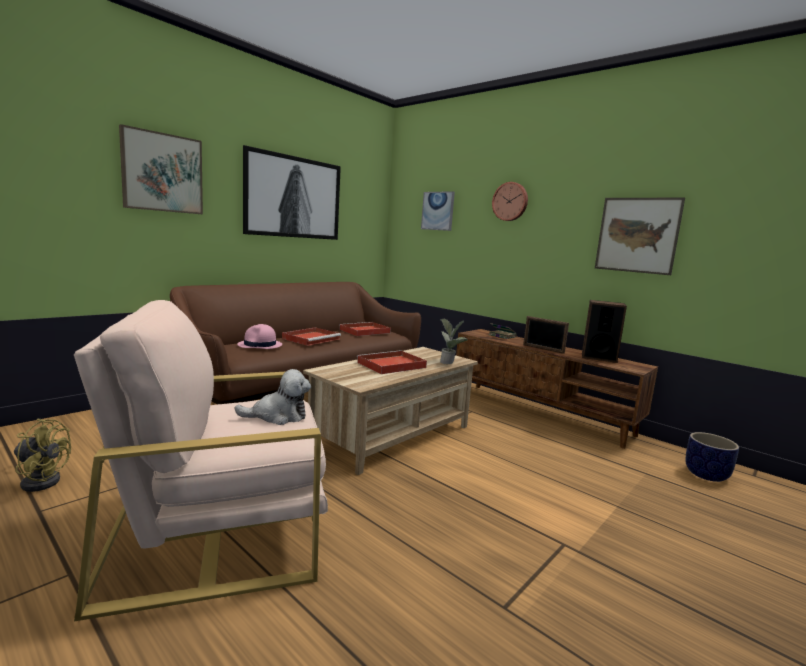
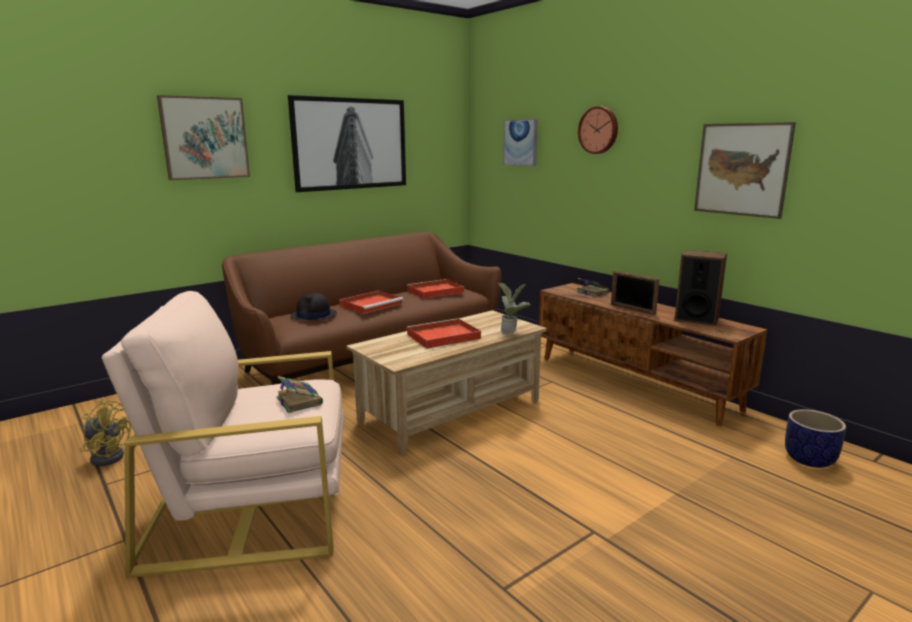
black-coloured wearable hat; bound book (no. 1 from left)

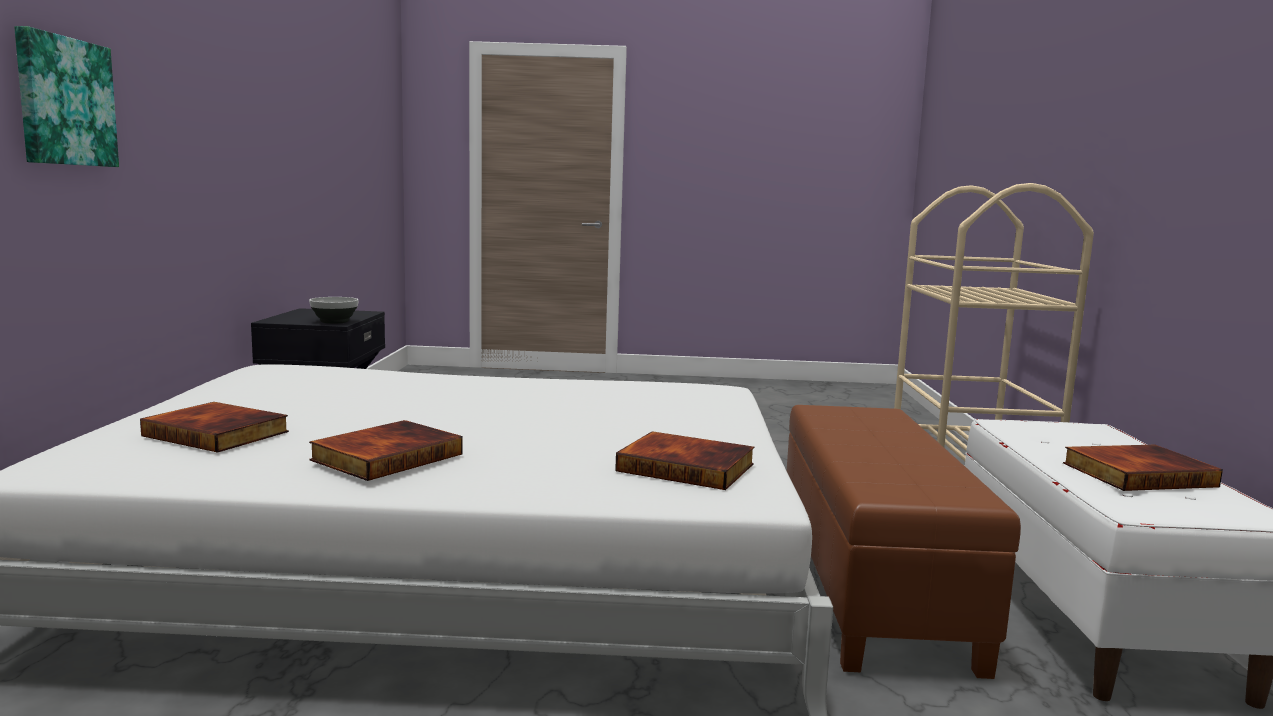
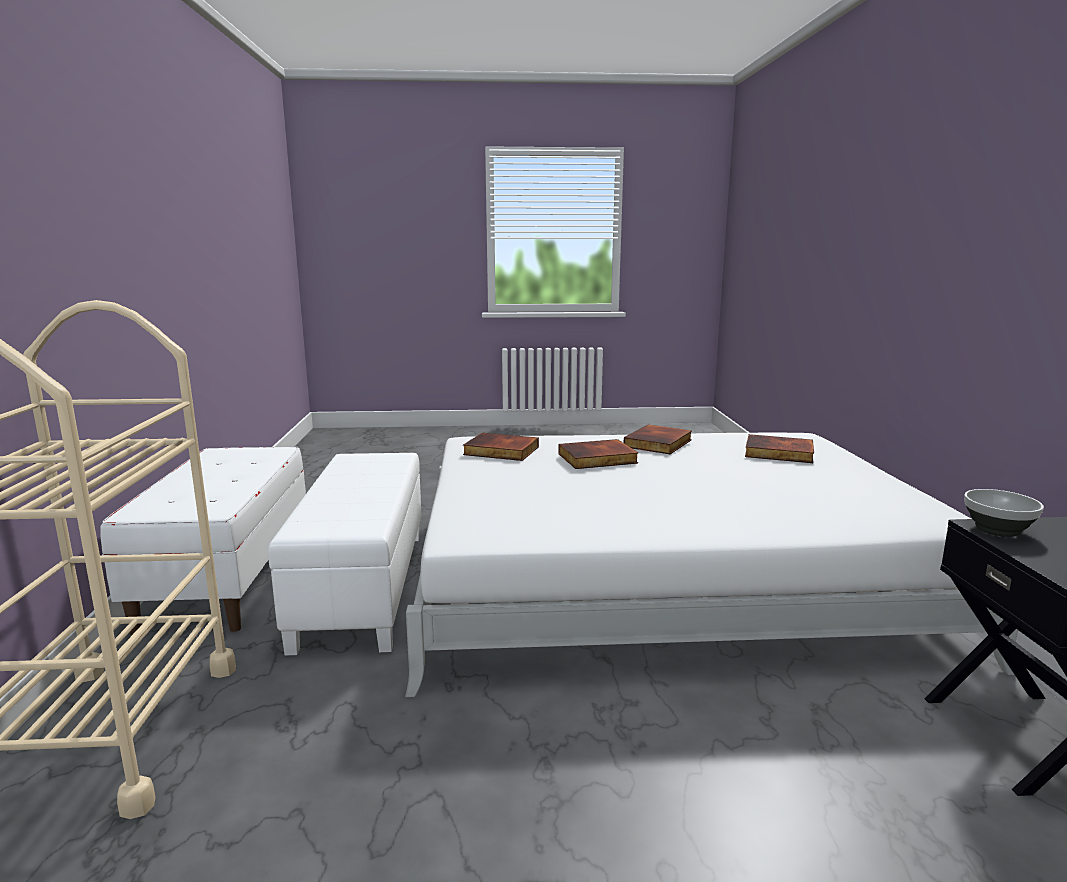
wall art; white-coloured pouffe; bound book (no. 2 from left)

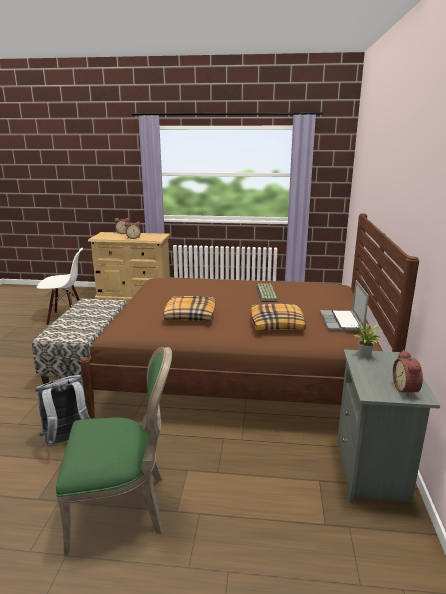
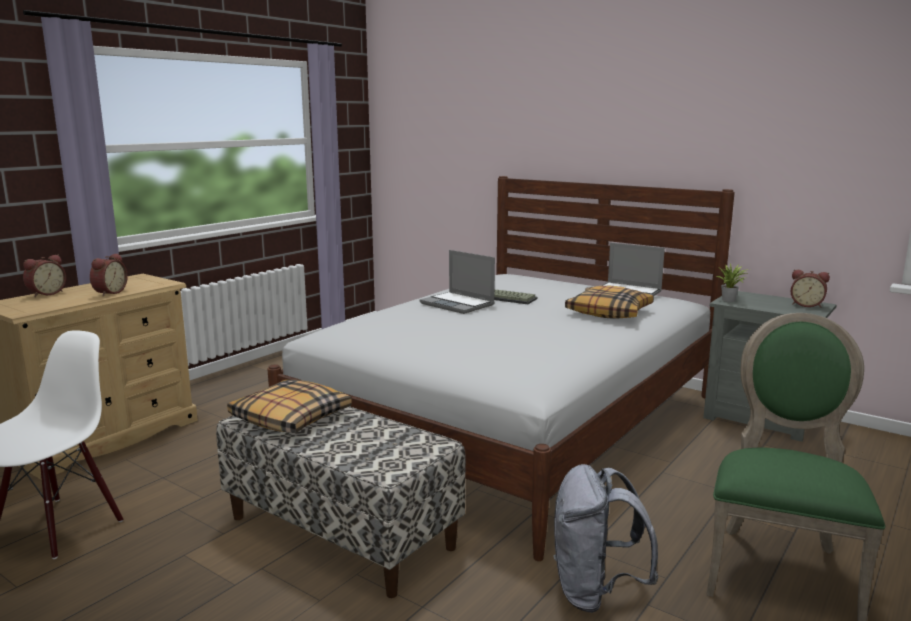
white-coloured sleeping bed; cushion (no. 1 from left); portable computer (no. 1 from left)

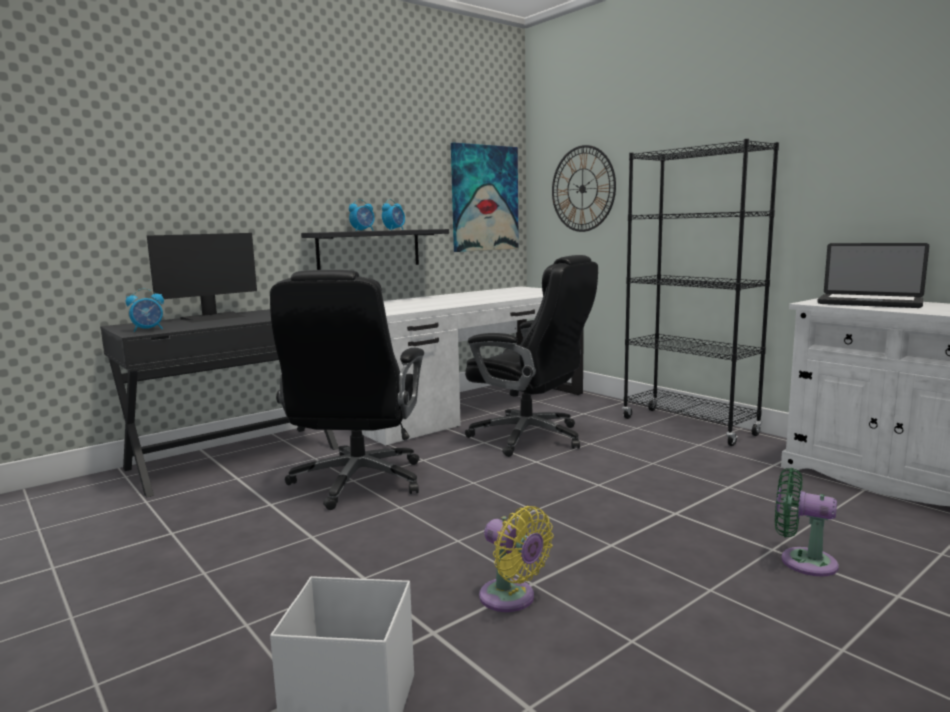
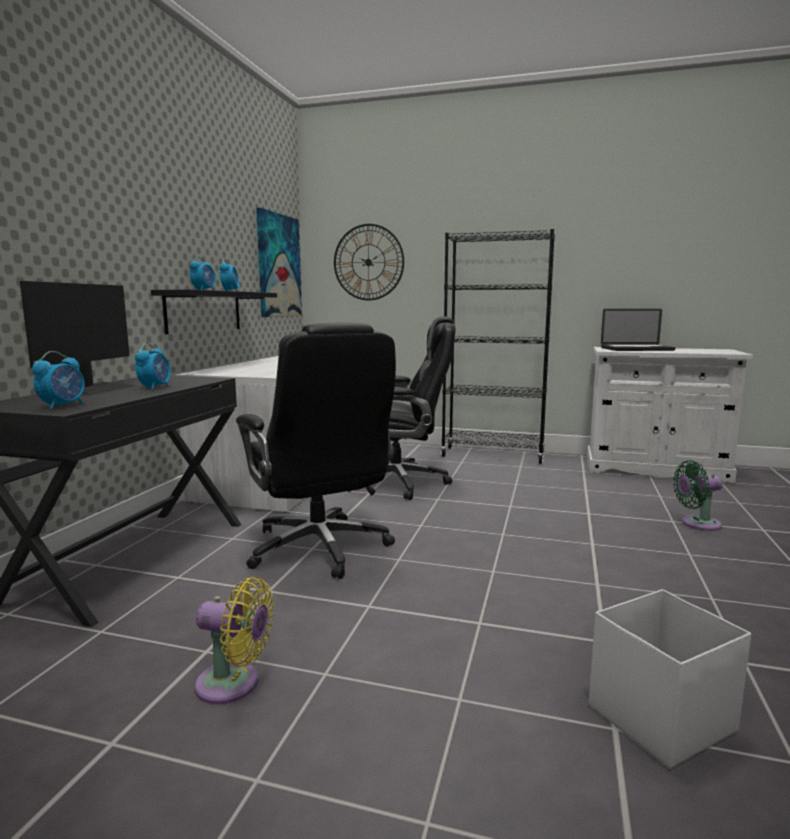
yellowish cooling fan; bedside clock (no. 2 from left)

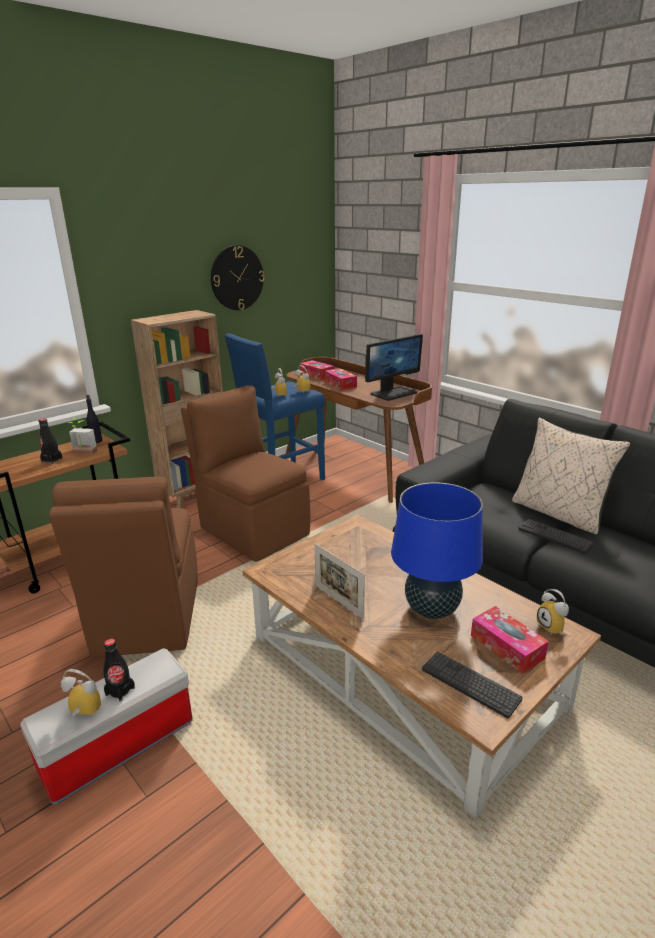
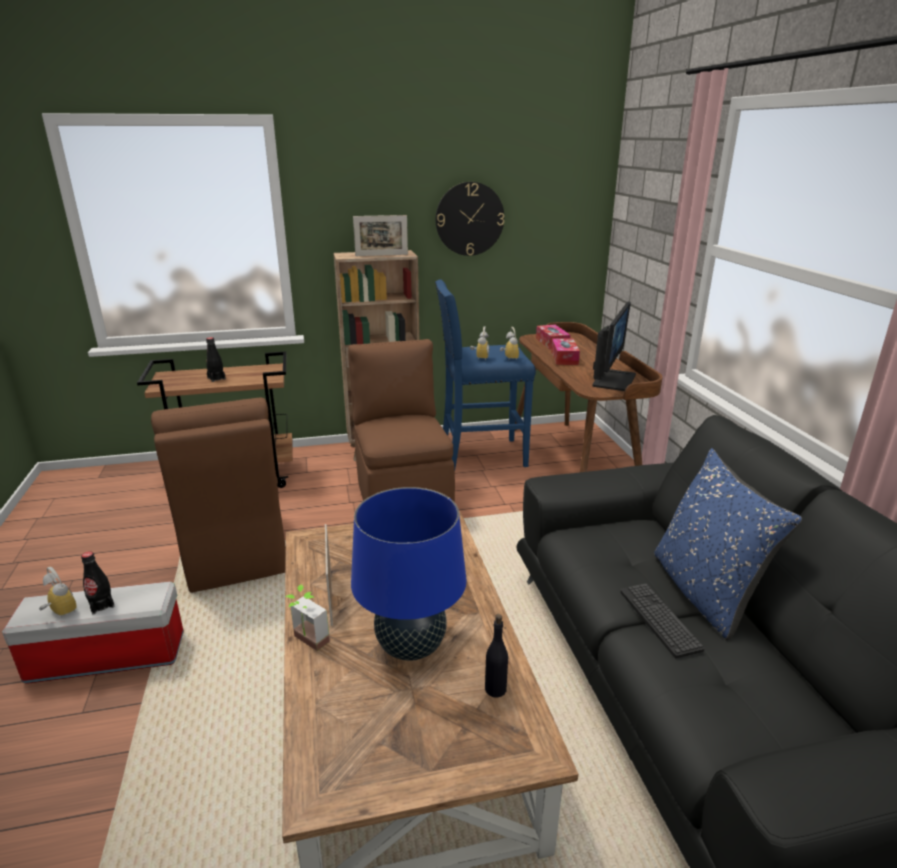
monitor; black-coloured bottle (no. 3 from left); plant in a pot; bluish cushion; brownish upright chair (no. 1 from left); bedside clock (no. 4 from left in the first image); tissue box (no. 3 from left in the first image); computer keyboard (no. 1 from left in the first image); photo frame (no. 2 from left)

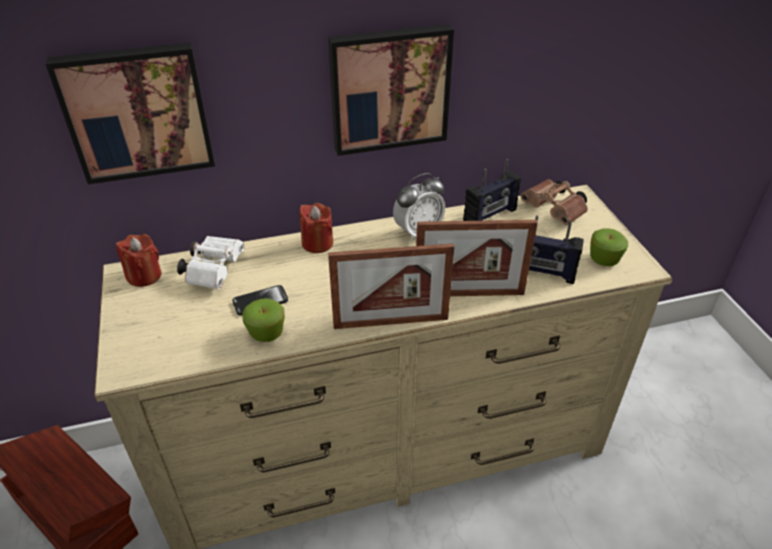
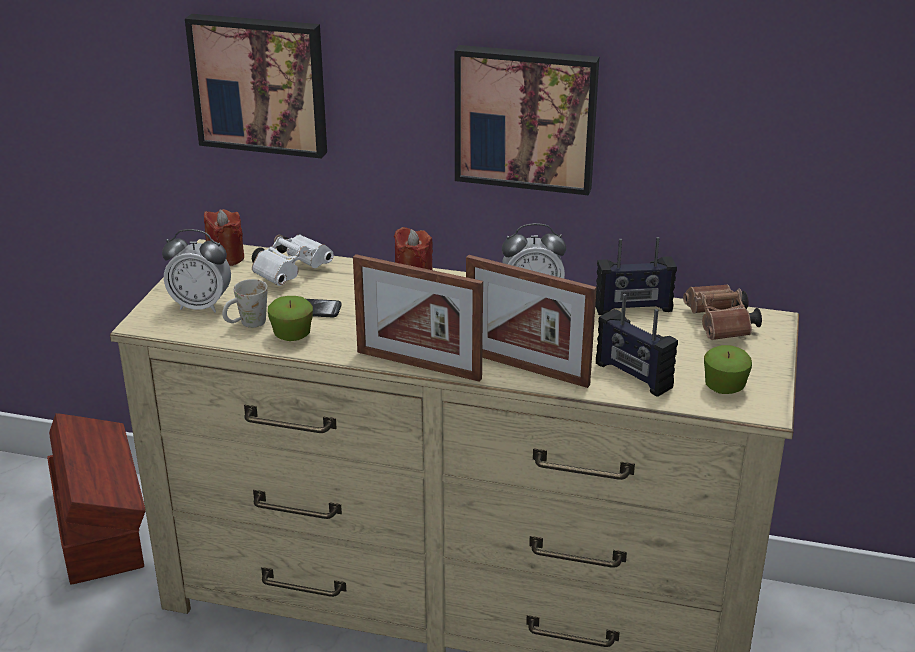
bedside clock (no. 1 from left); white-coloured coffee mug

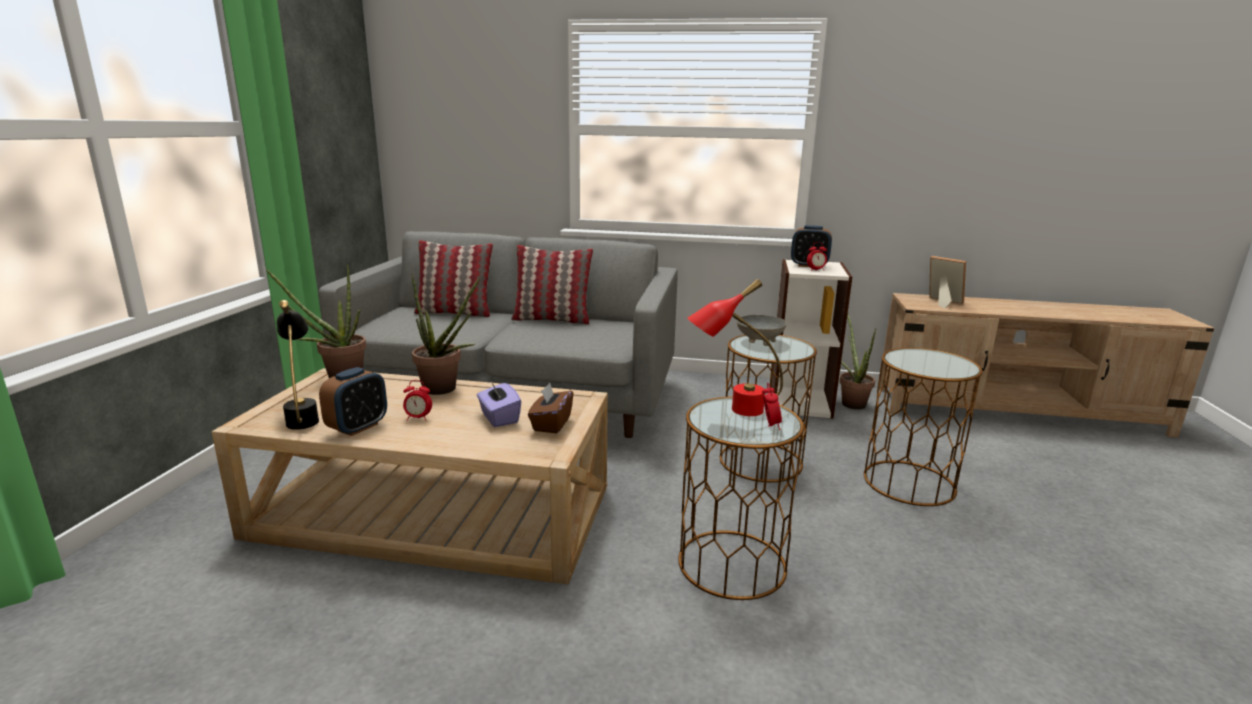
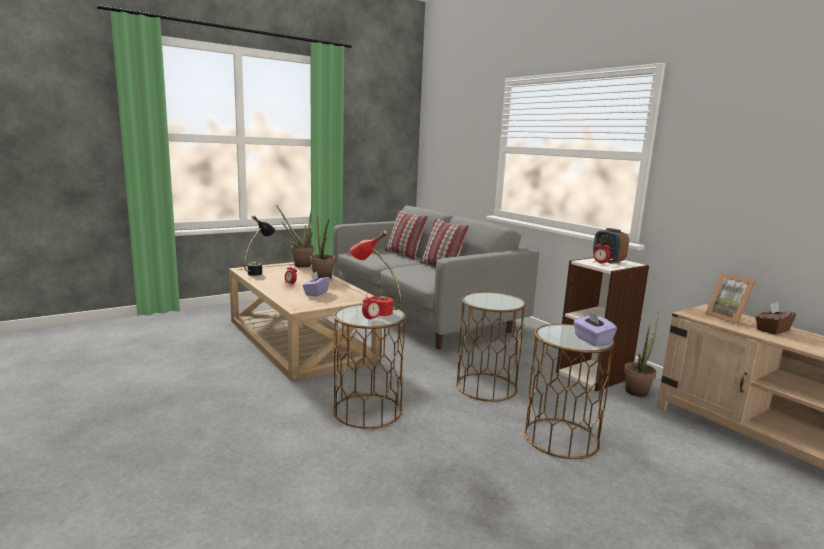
photo frame; greyish serving bowl; bedside clock (no. 1 from left in the first image); brownish tissue box; purplish tissue box (no. 2 from left)

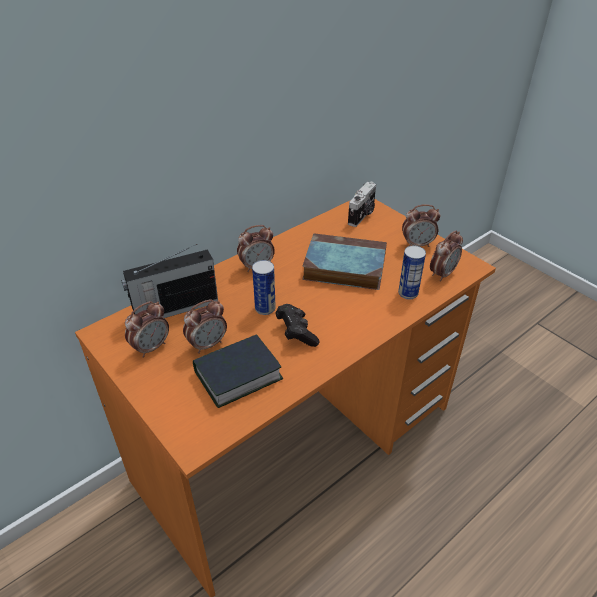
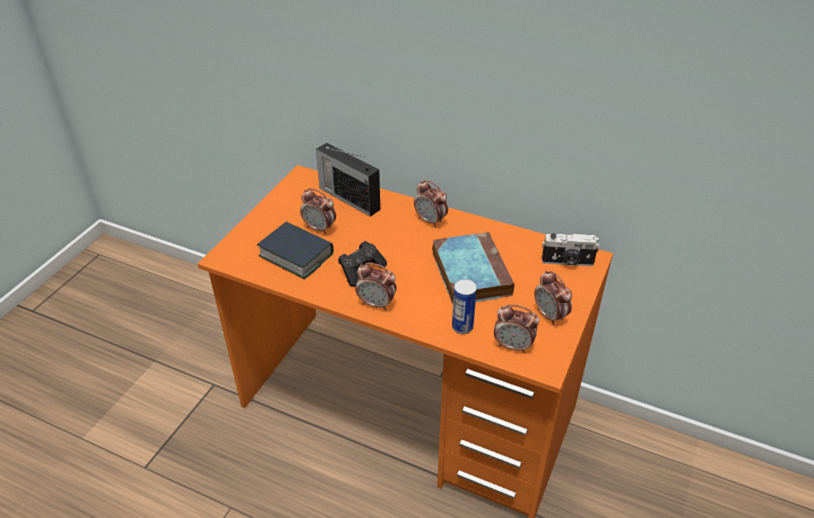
metal can (no. 1 from left in the first image); bedside clock (no. 2 from left)

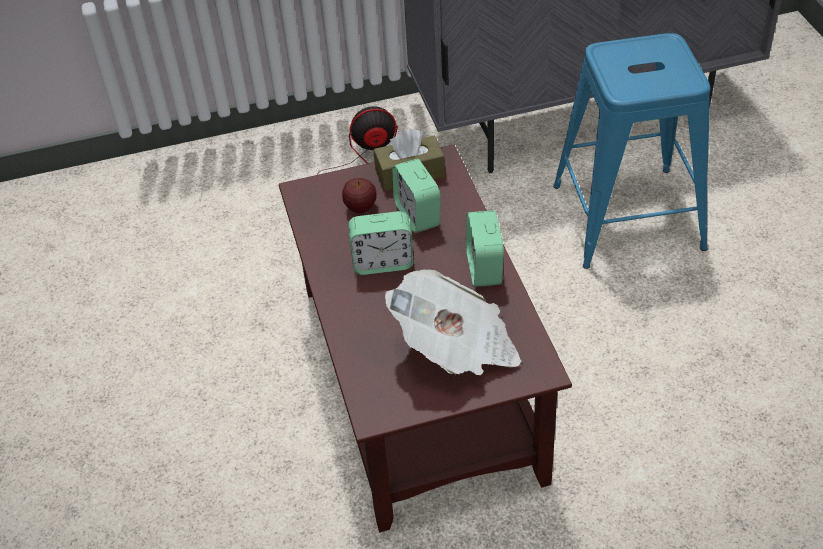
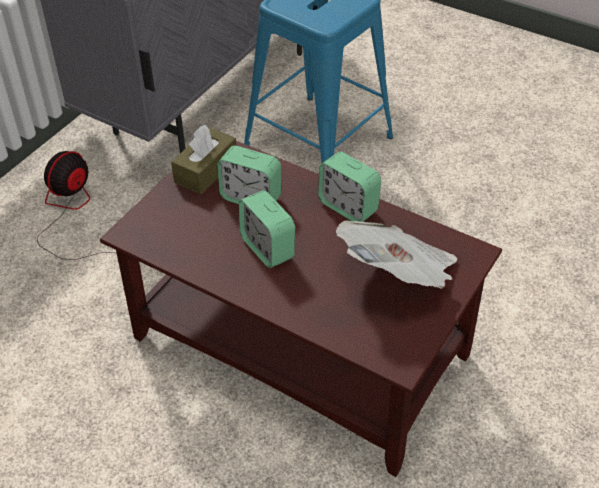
apple; bedside clock (no. 2 from left)

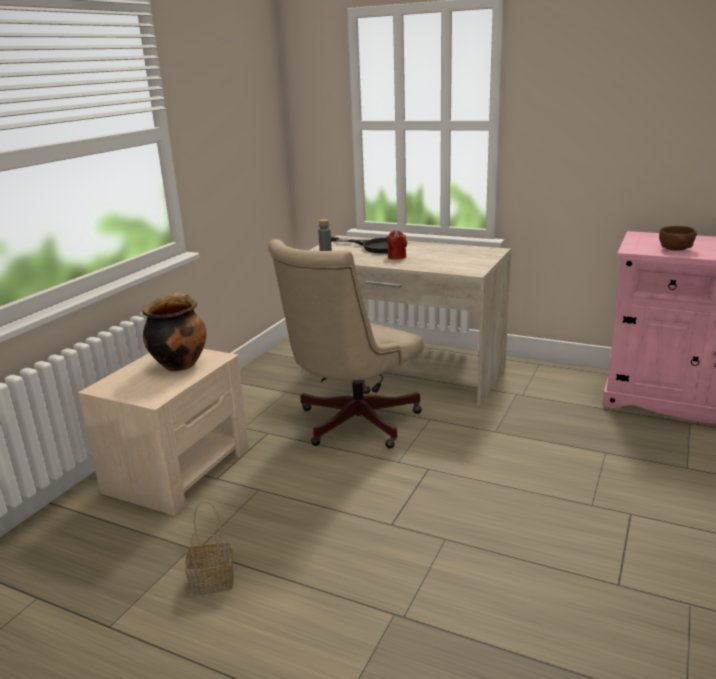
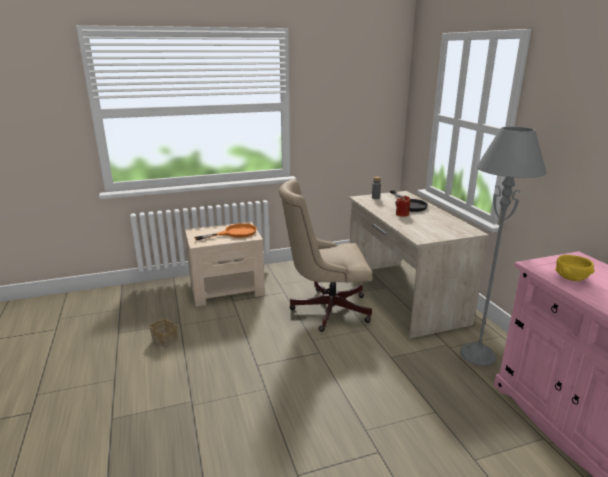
yellowish serving bowl; orange-coloured skillet; greyish standard lamp

